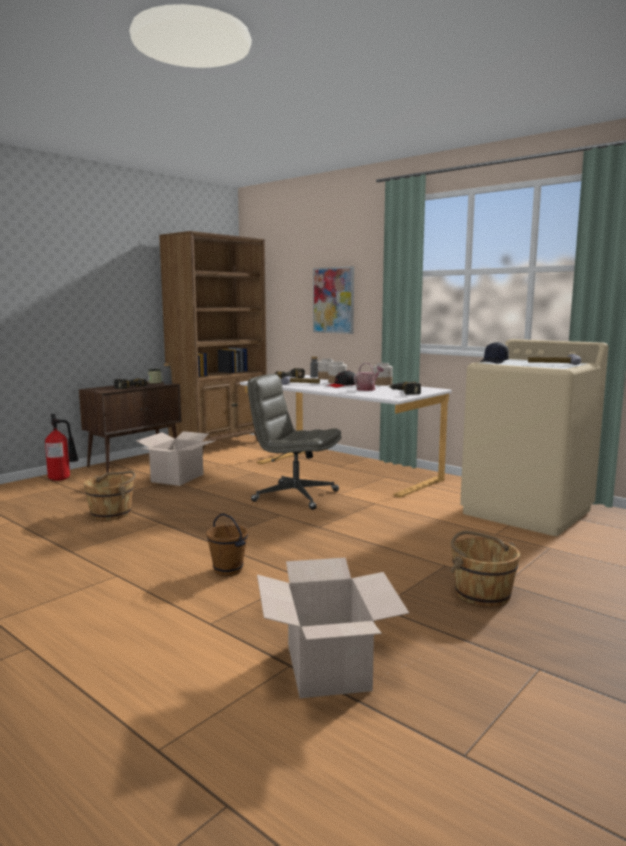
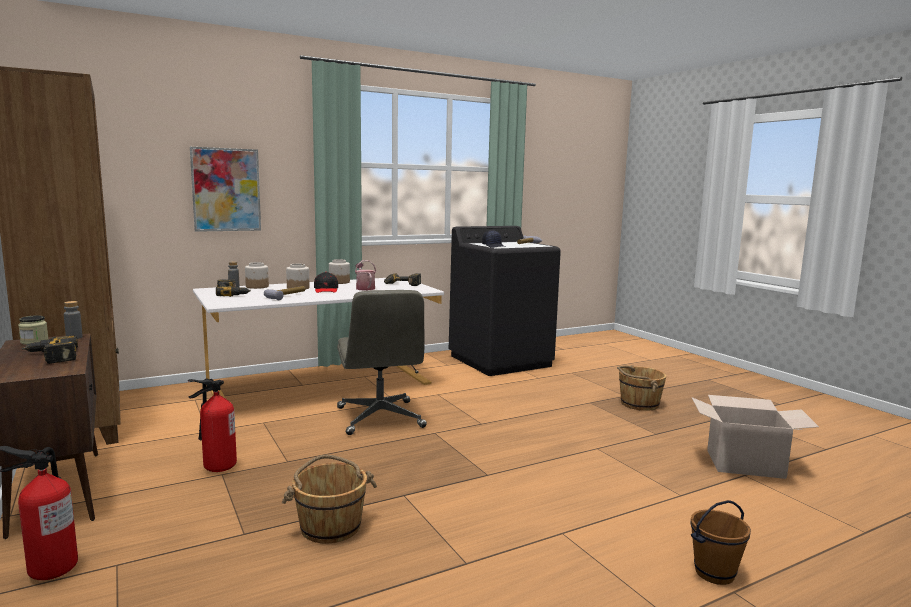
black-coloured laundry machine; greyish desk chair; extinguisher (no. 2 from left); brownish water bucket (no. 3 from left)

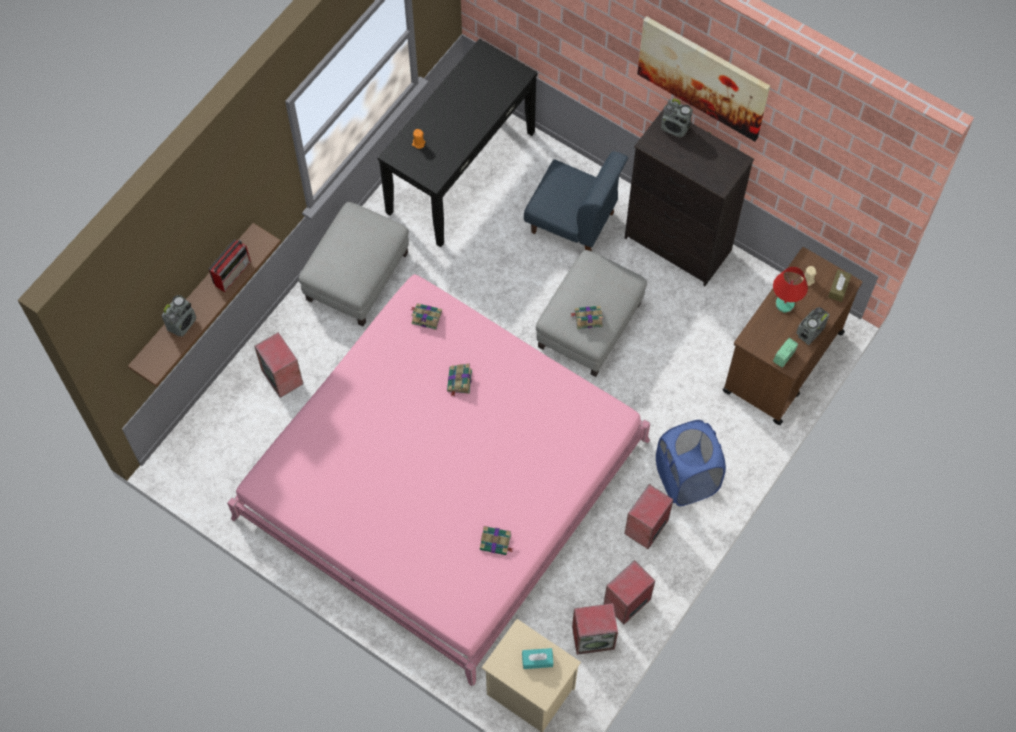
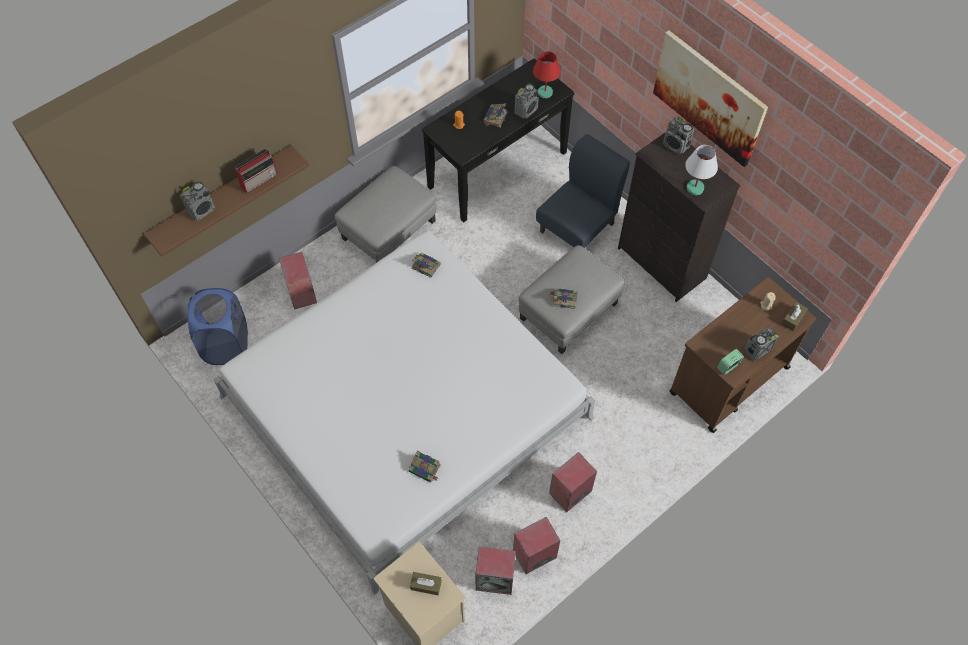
bluish upright chair; reddish tabletop lamp; white-coloured sleeping bed; bound book (no. 3 from left); bluish hamper; brownish tissue box (no. 1 from left); radio receiver (no. 3 from left); white-coloured tabletop lamp

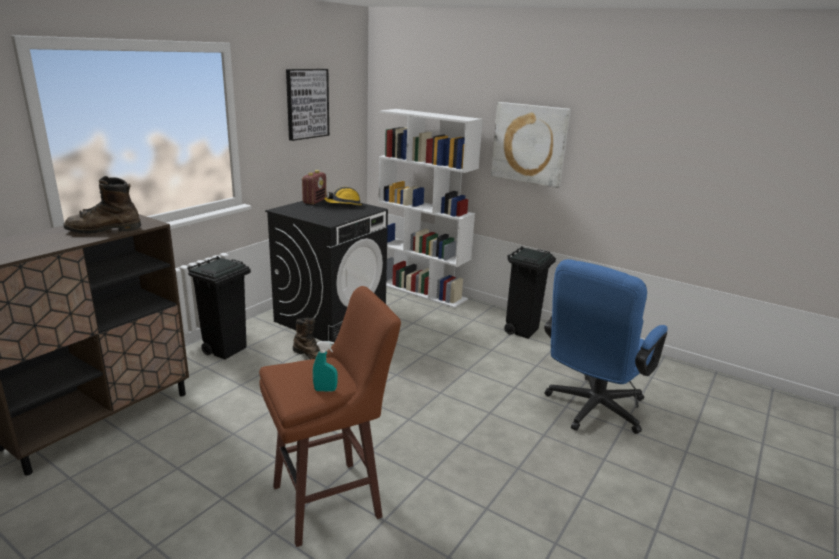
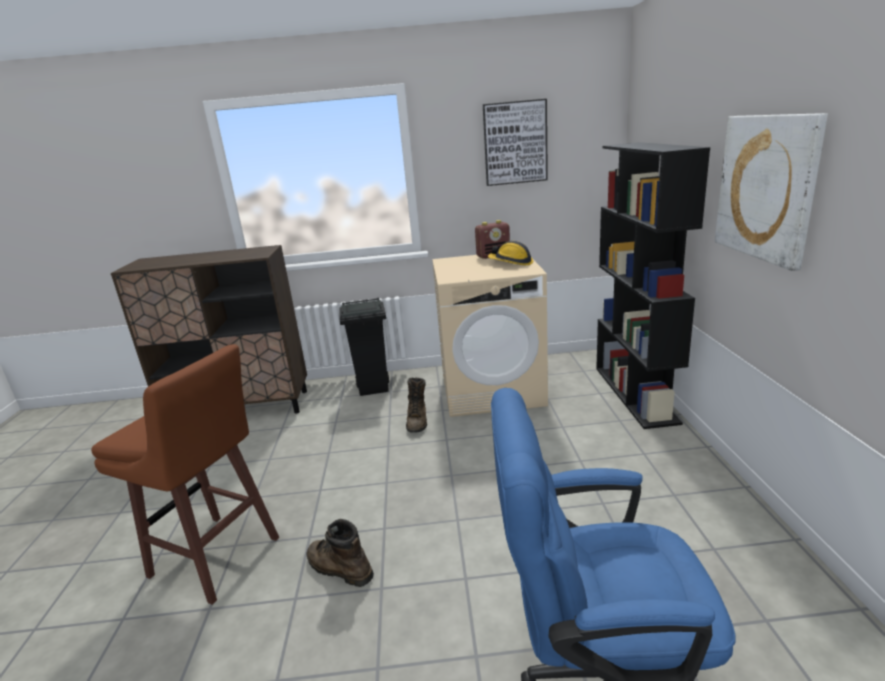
black-coloured bookcase; brownish boot (no. 1 from left); beige-coloured laundry machine; black-coloured waste bin (no. 2 from left in the first image); blue-green hand sprayer

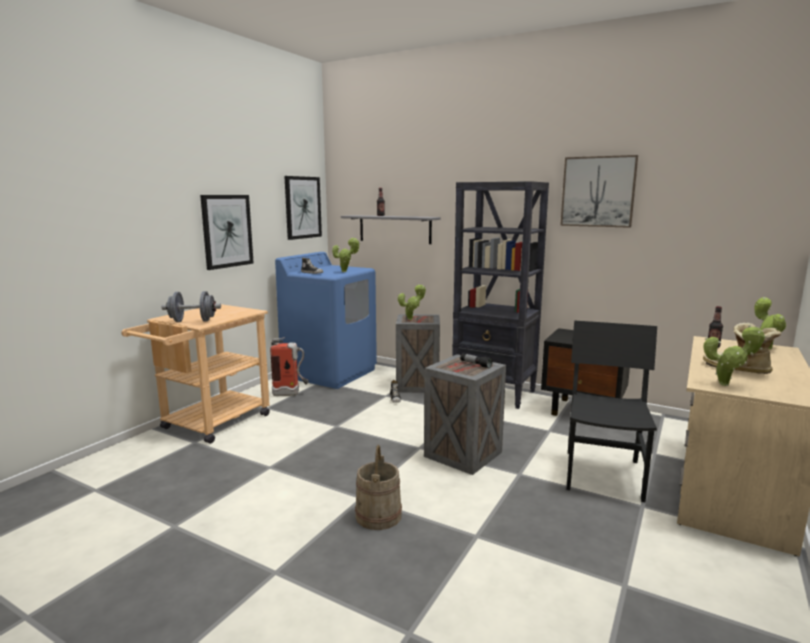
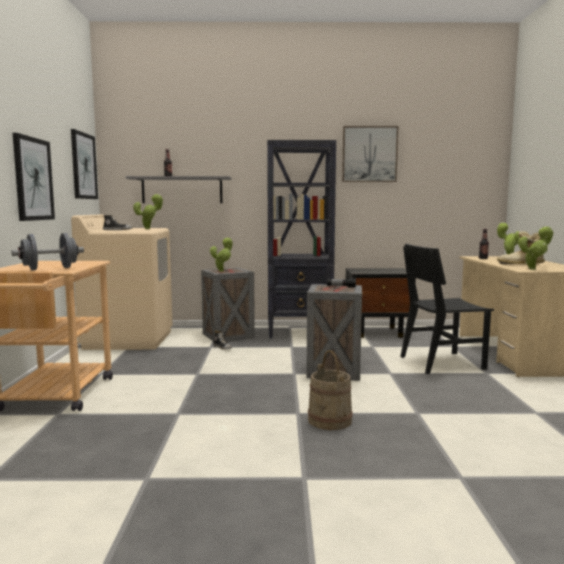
beige-coloured laundry machine; black-coloured upright chair; extinguisher

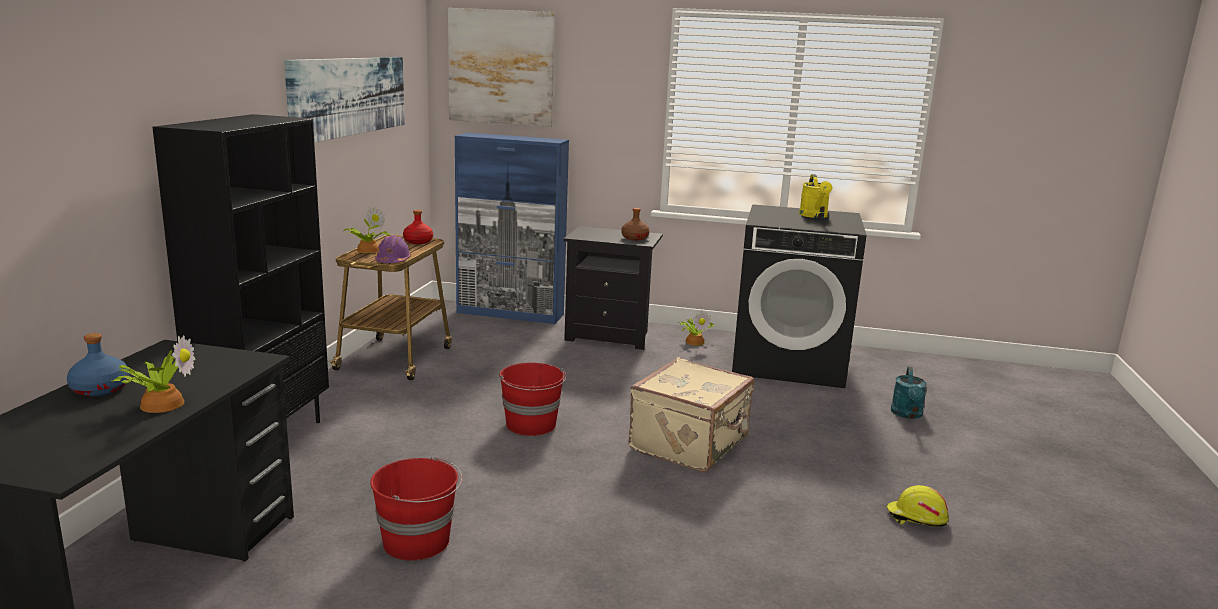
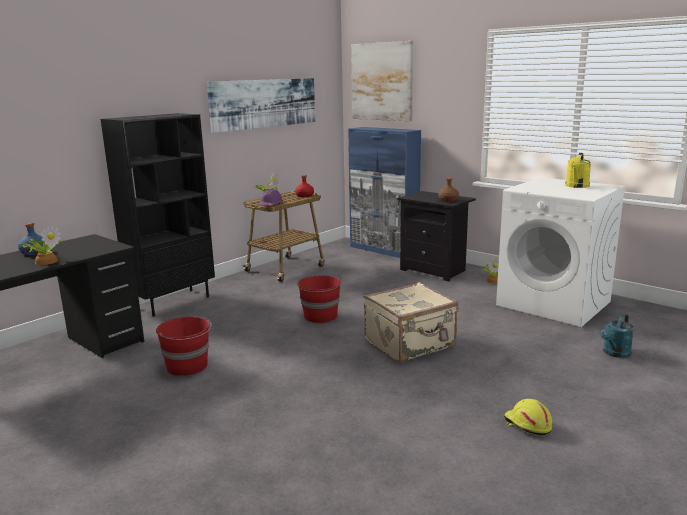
white-coloured laundry machine

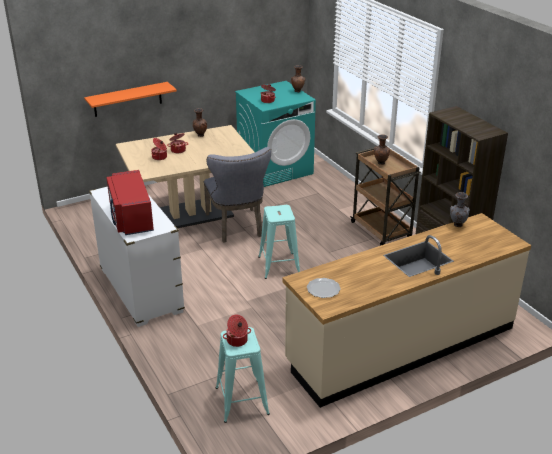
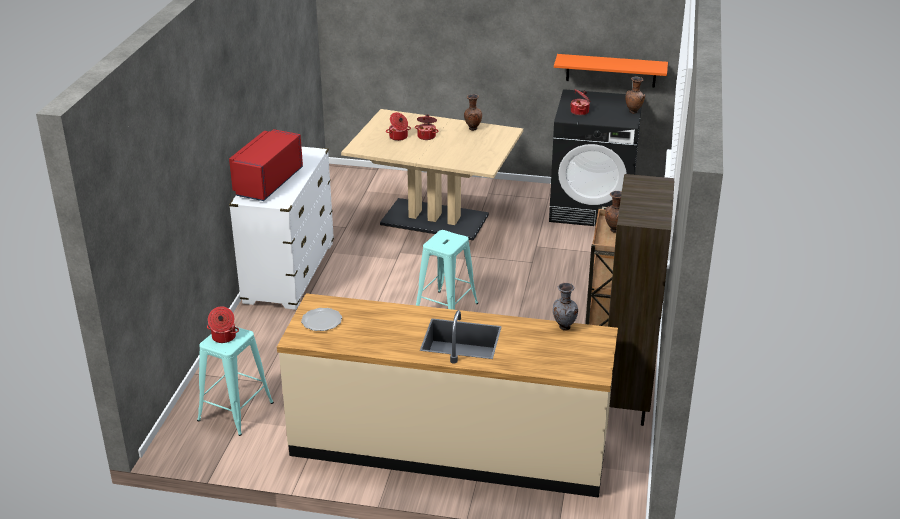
black-coloured laundry machine; orange-coloured bracket shelf; greyish upright chair

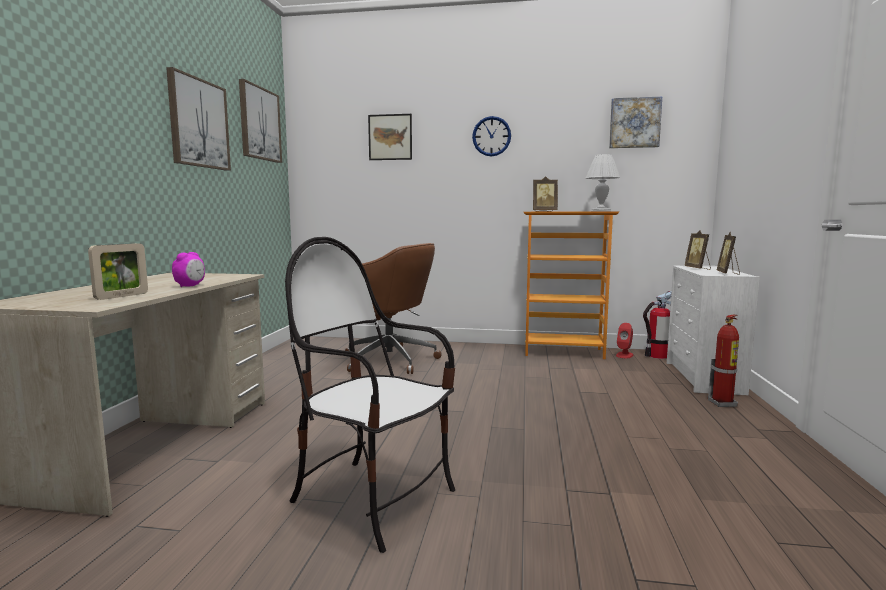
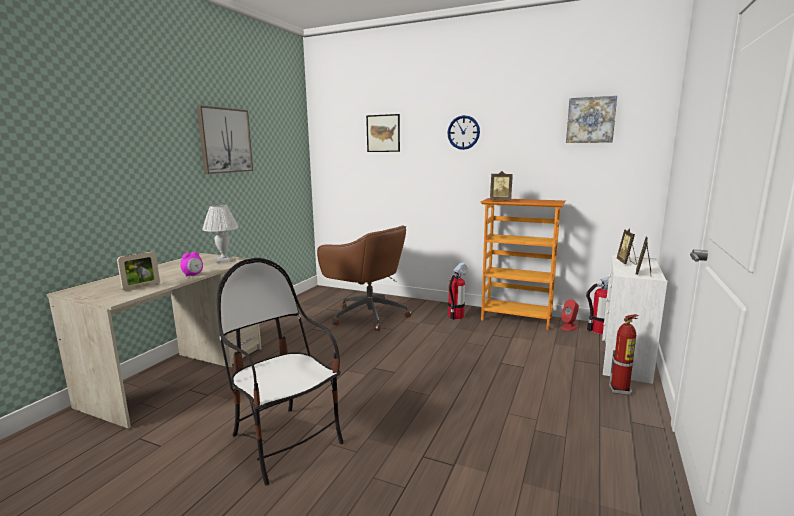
wall art (no. 2 from left in the first image); white-coloured tabletop lamp; extinguisher (no. 1 from left)

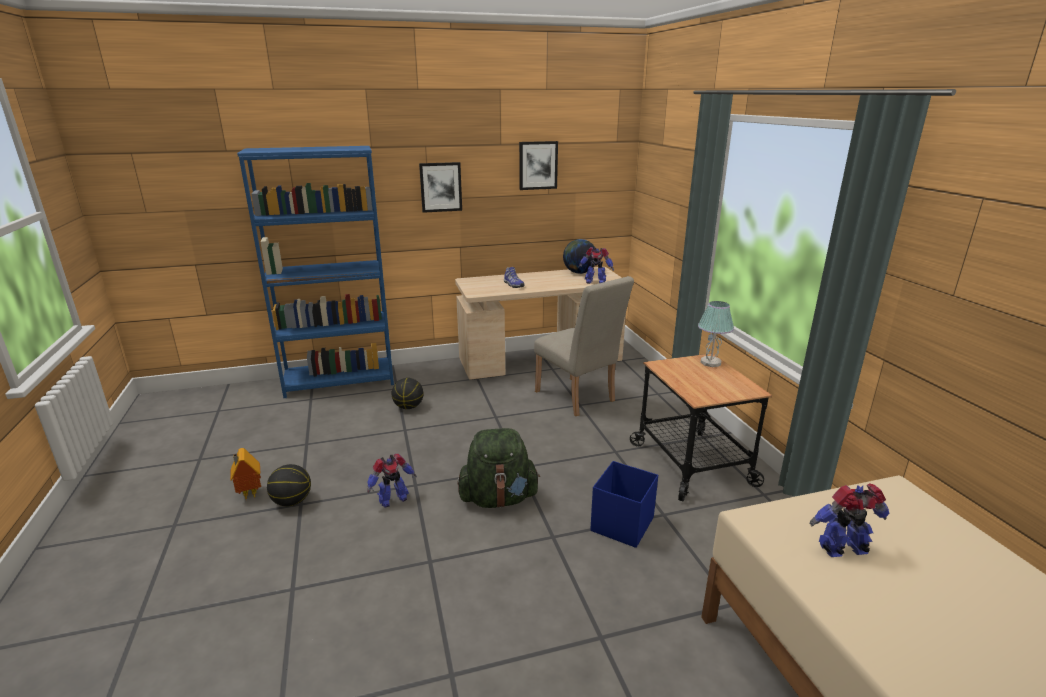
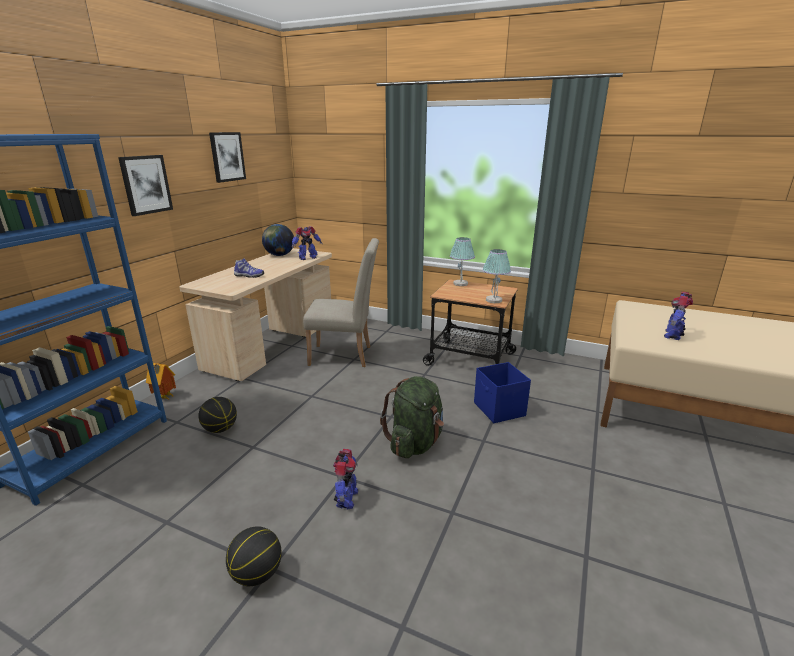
toy house; tabletop lamp (no. 2 from left)

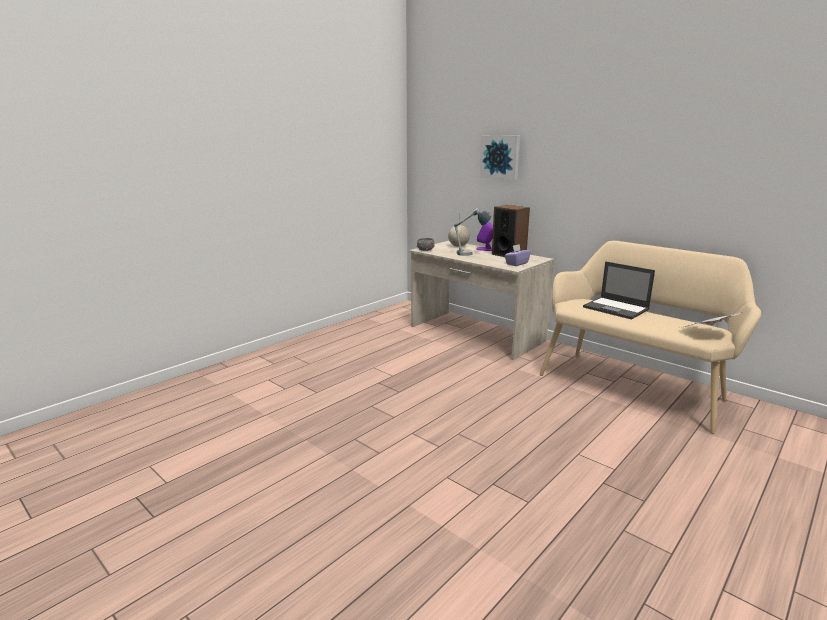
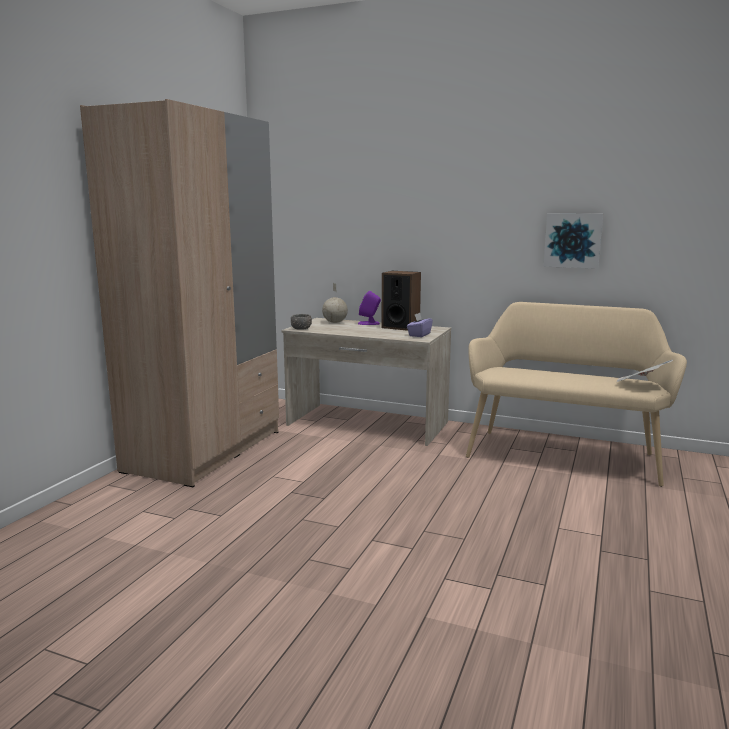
wall art; tabletop lamp; portable computer; beige-coloured armoire

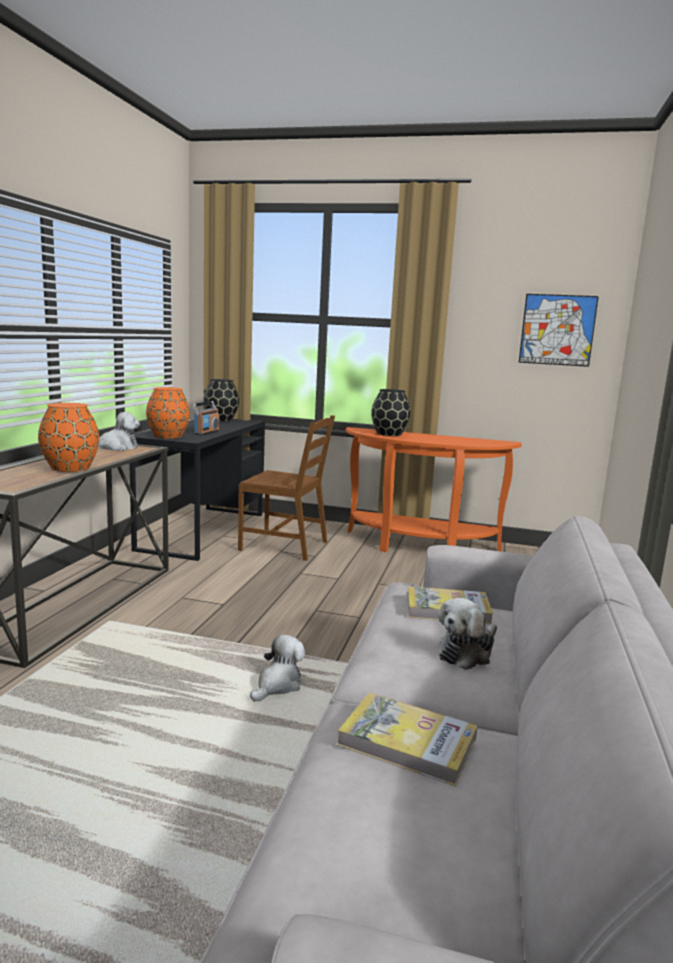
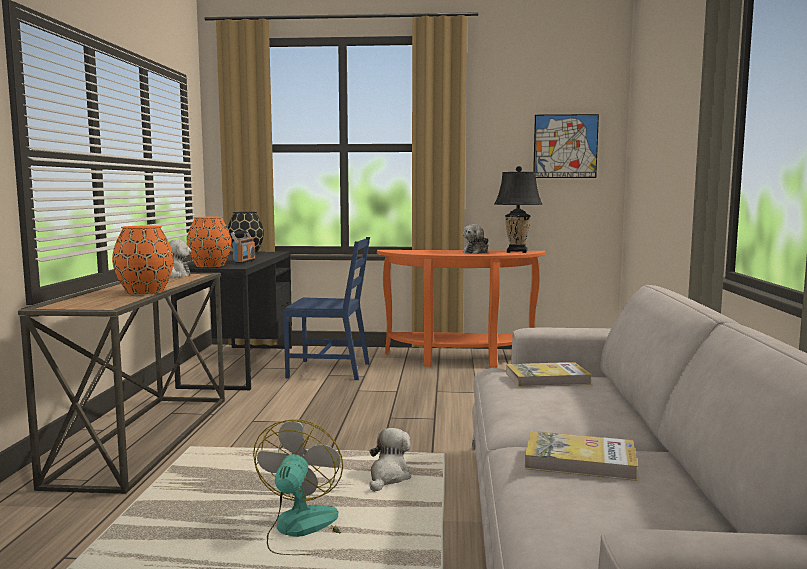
black-coloured flower vase (no. 2 from left in the first image); bluish upright chair; soft toy (no. 3 from left); black-coloured tabletop lamp; cooling fan

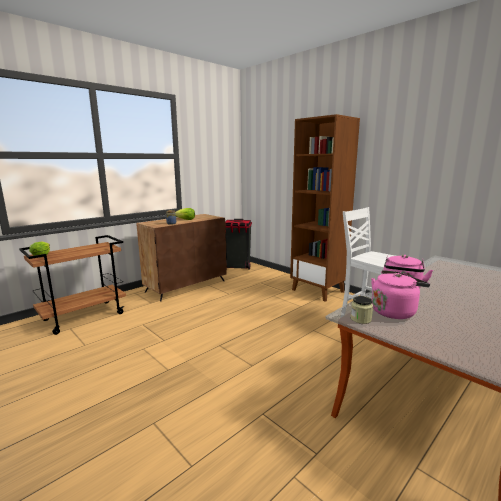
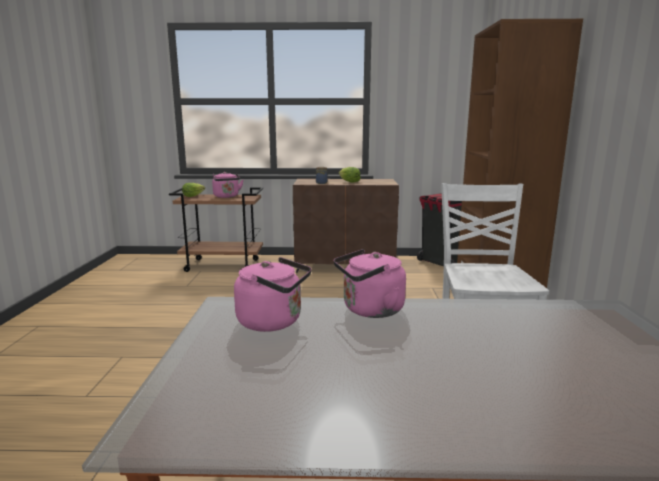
preserve jar (no. 2 from left in the first image); pink water kettle (no. 1 from left)

